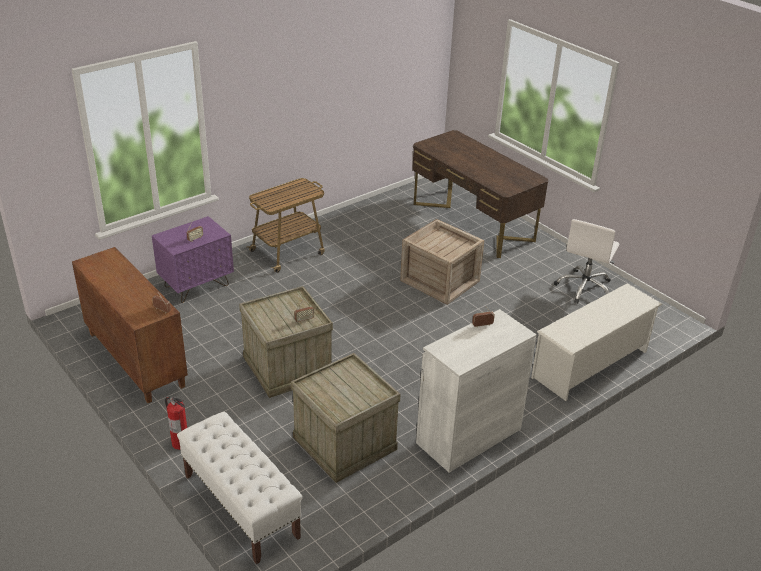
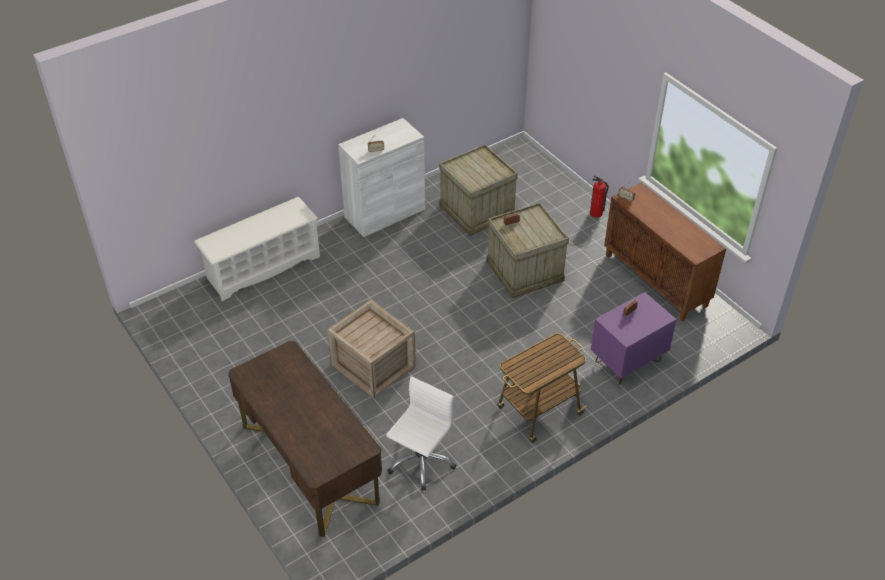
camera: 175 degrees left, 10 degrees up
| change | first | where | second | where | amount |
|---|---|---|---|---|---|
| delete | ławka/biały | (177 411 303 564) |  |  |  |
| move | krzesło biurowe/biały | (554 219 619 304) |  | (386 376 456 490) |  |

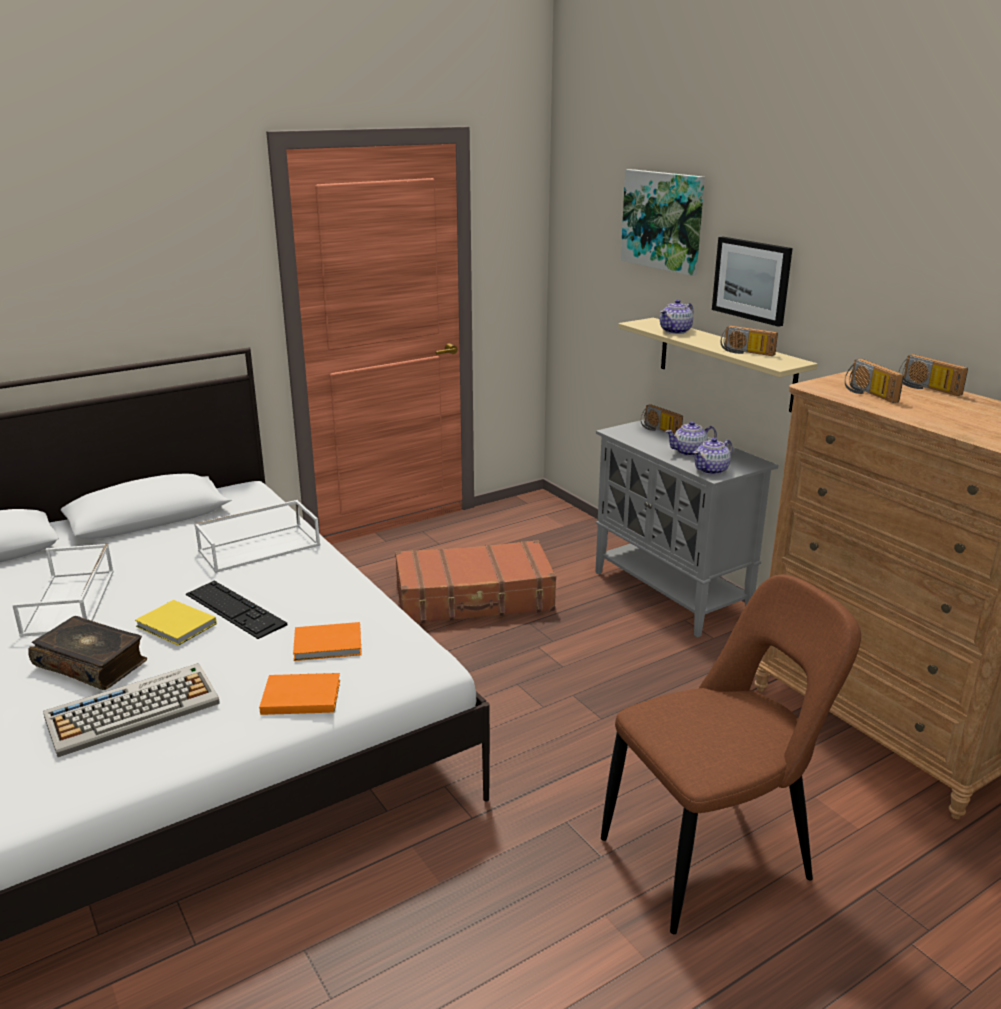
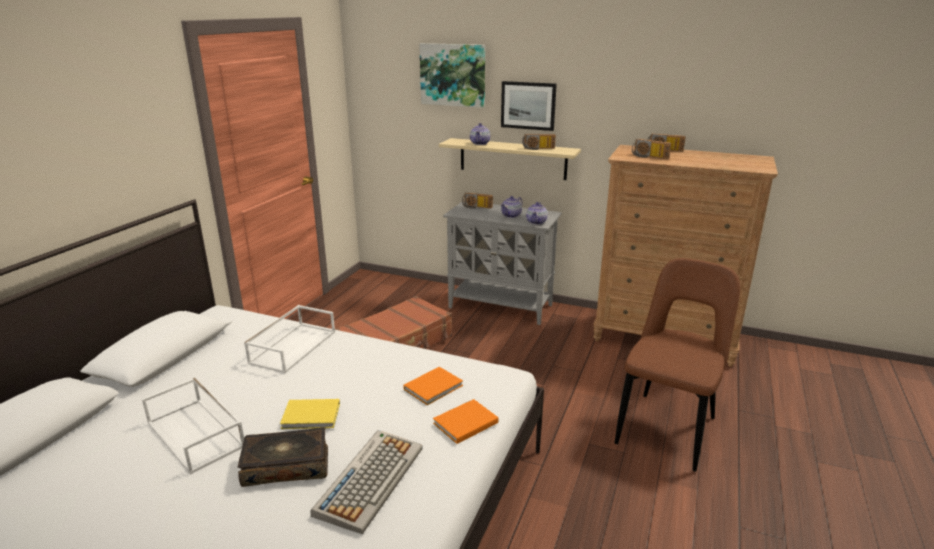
camera: 35 degrees left, 0 degrees up
| change | first | where | second | where | amount |
|---|---|---|---|---|---|
| delete | klawiatura | (186 581 287 639) |  |  |  |

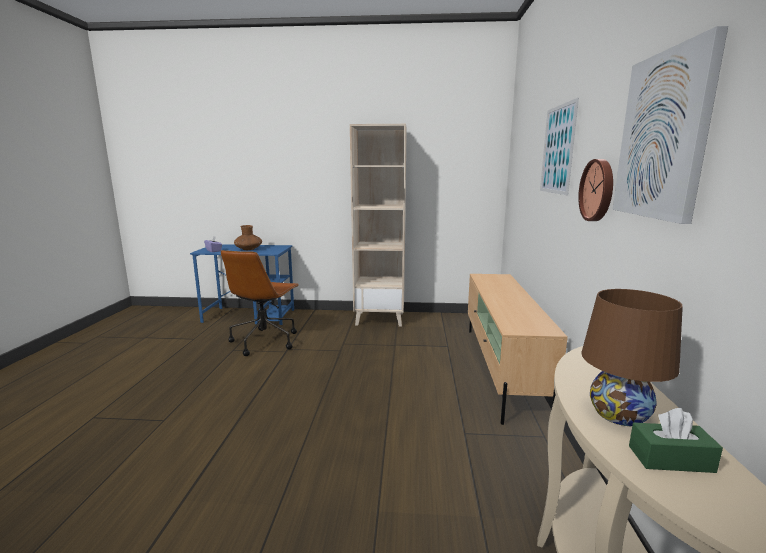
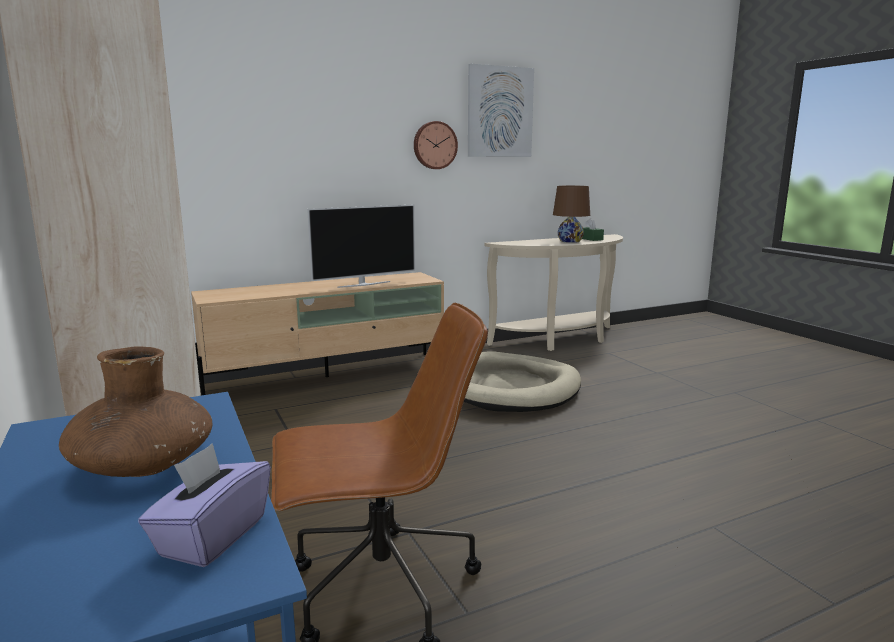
camera: 120 degrees left, 0 degrees up
| change | first | where | second | where | amount |
|---|---|---|---|---|---|
| delete | obraz | (540 98 579 195) |  |  |  |
| insert |  |  | telewizor | (307 205 415 288) |  |
| insert |  |  | legowisko/beżowy | (464 351 581 412) |  |

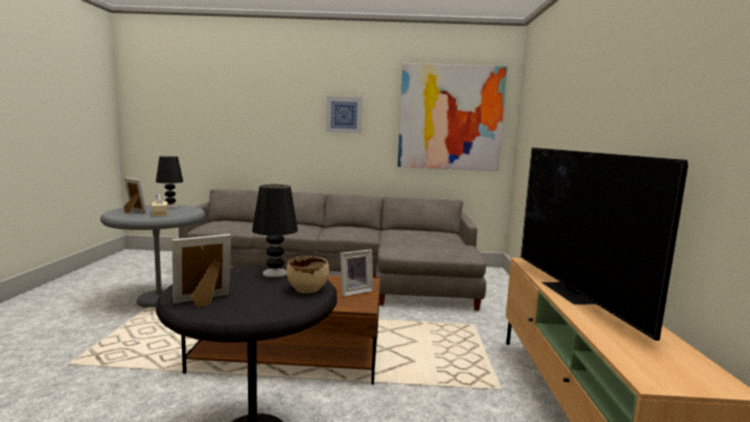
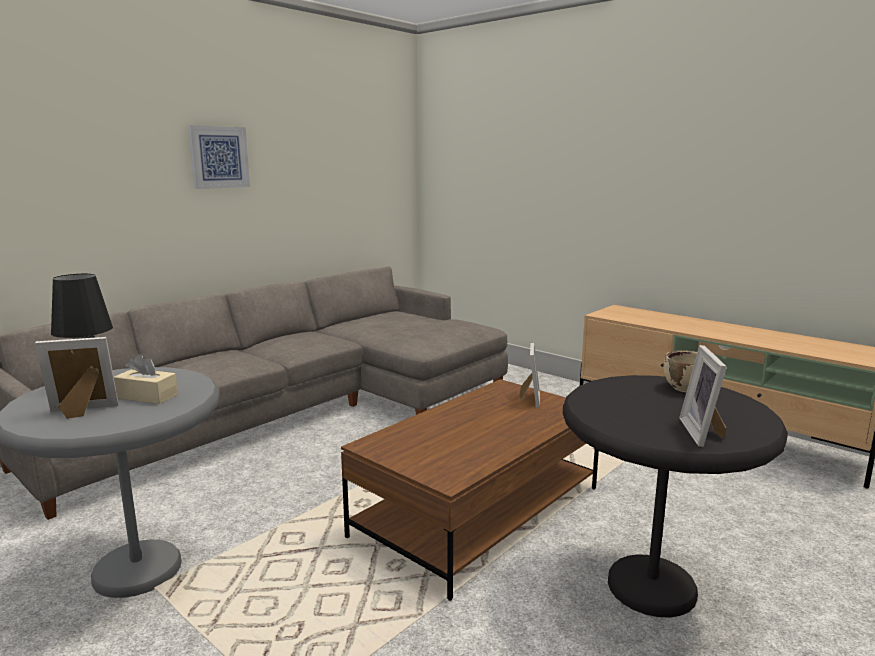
camera: 50 degrees left, 5 degrees up
| change | first | where | second | where | amount |
|---|---|---|---|---|---|
| delete | lampa stołowa/czarny | (252 185 298 278) |  |  |  |
| delete | obraz | (398 63 507 171) |  |  |  |
| delete | telewizor | (521 148 688 341) |  |  |  |

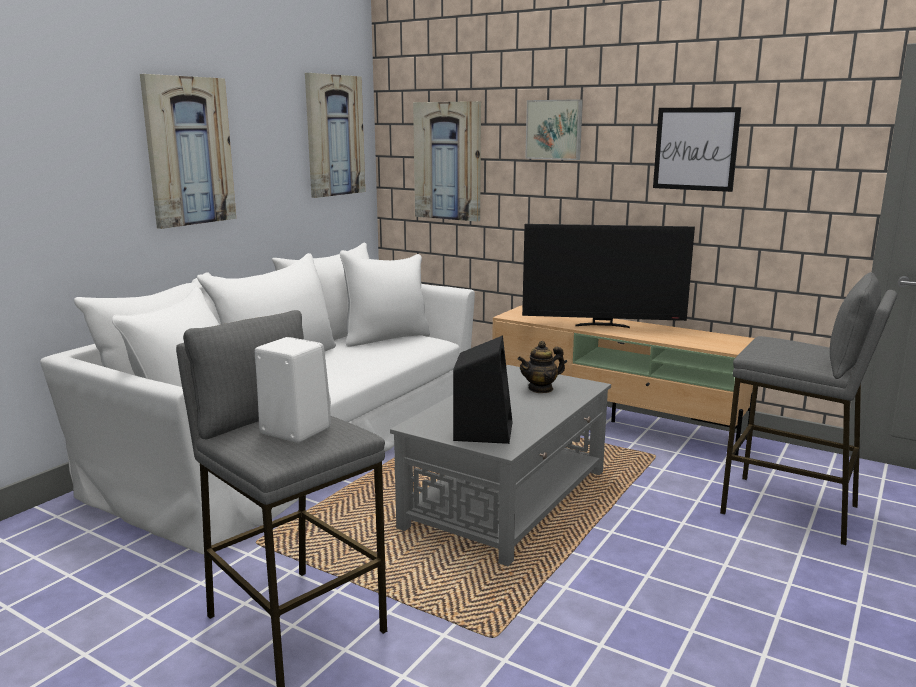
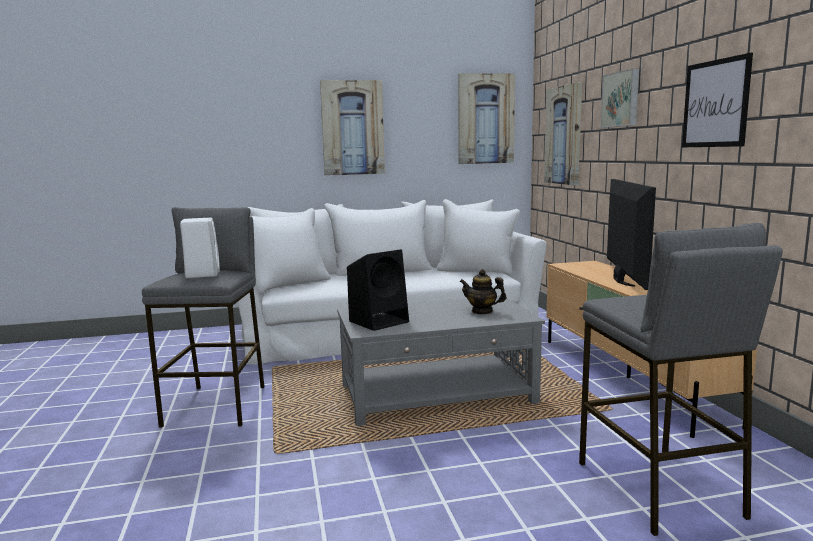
camera: 45 degrees right, 5 degrees down
| change | first | where | second | where | amount |
|---|---|---|---|---|---|
| rotate | telewizor | (522 224 695 328) |  | (607 179 656 290) | 135 degrees counterclockwise |

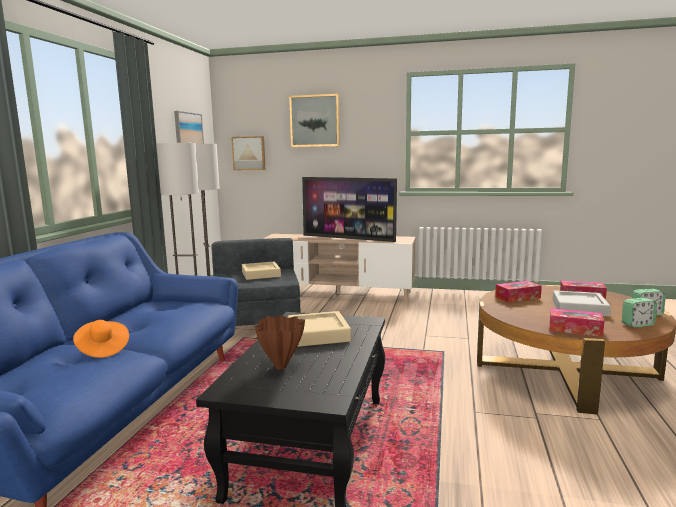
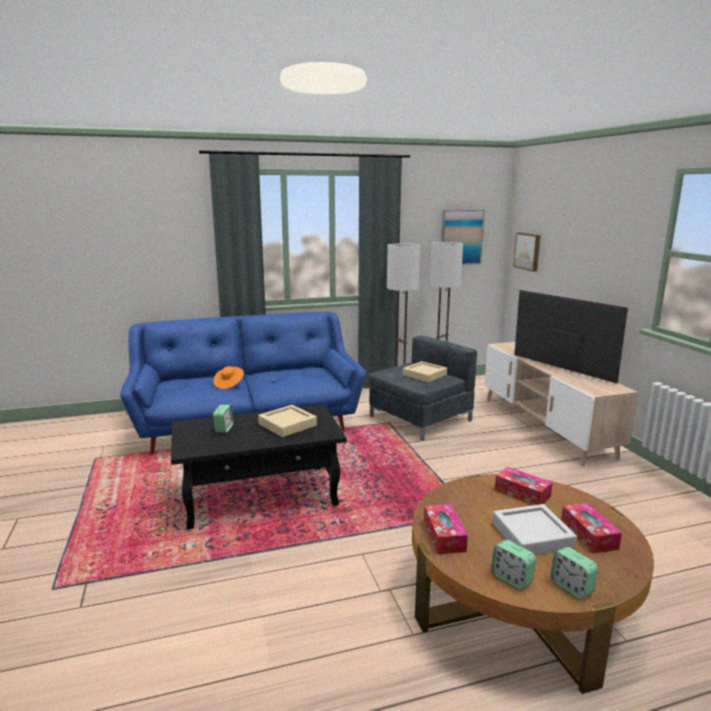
camera: 60 degrees right, 5 degrees up
| change | first | where | second | where | amount |
|---|---|---|---|---|---|
| delete | obraz | (289 94 340 147) |  |  |  |
| replace | wazon/brązowy | (255 316 305 369) | budzik | (213 405 234 433) |  |
| rotate | telewizor | (302 177 397 242) |  | (514 290 628 383) | 150 degrees clockwise |

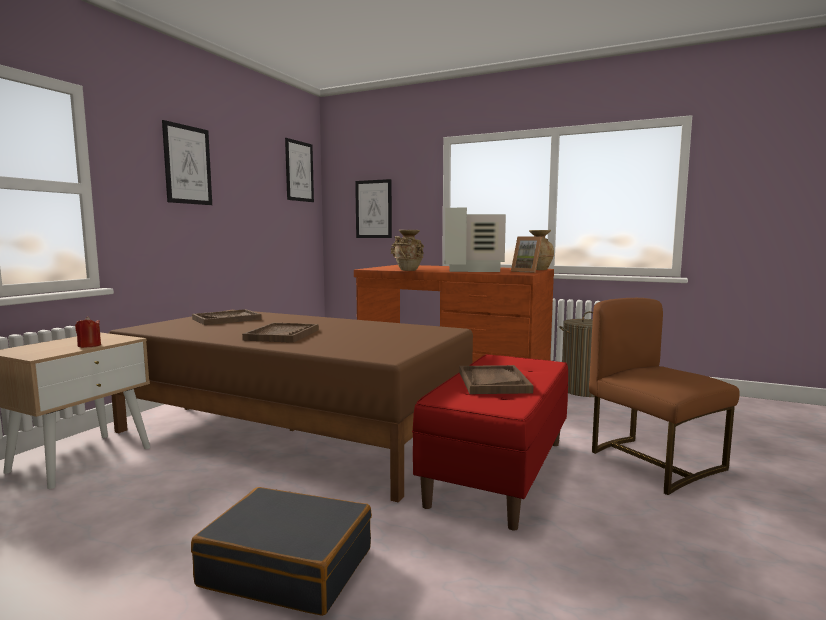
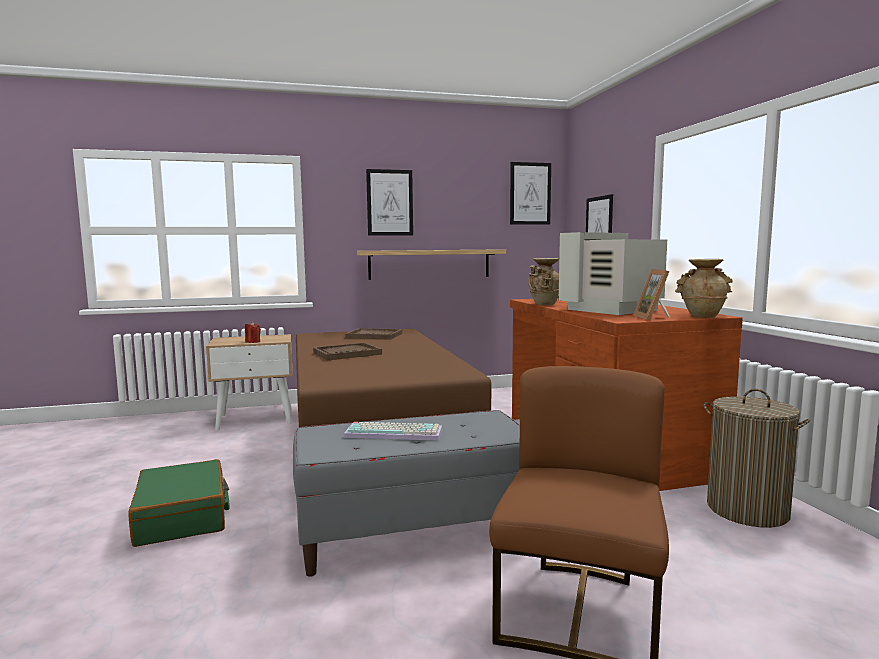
camera: 50 degrees right, 0 degrees up
| change | first | where | second | where | amount |
|---|---|---|---|---|---|
| insert |  |  | półka | (357 249 506 280) |  |
| replace | taca/brązowy | (459 365 533 394) | klawiatura | (343 422 443 441) |  |
| recolor | walizka/czarny | (191 487 372 616) | walizka/zielony | (129 459 229 547) |  |
| recolor | ławka/czerwony | (412 354 568 531) | ławka/szary | (293 410 520 577) |  |

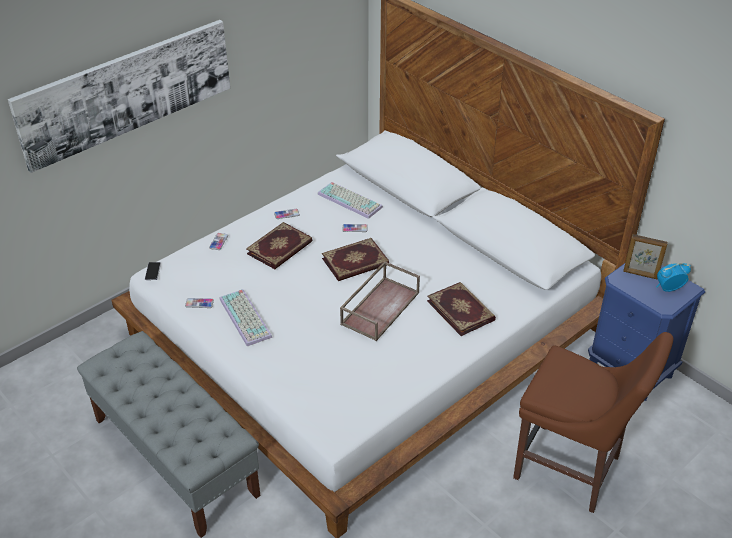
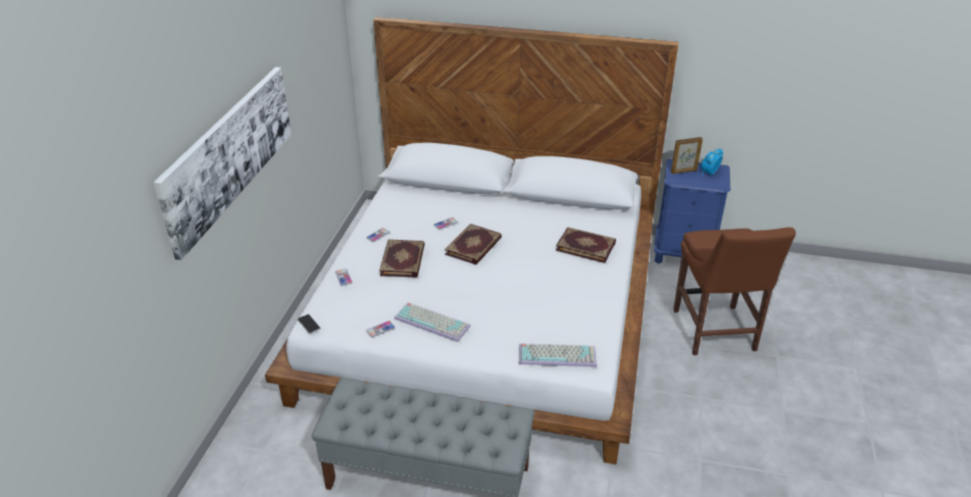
camera: 35 degrees left, 5 degrees down
| change | first | where | second | where | amount |
|---|---|---|---|---|---|
| delete | taca/brązowy | (340 261 420 341) |  |  |  |
| move | klawiatura | (317 182 383 219) |  | (519 343 597 367) |  |
| rotate | krzesło/brązowy | (513 332 673 513) |  | (673 227 796 355) | 90 degrees clockwise |

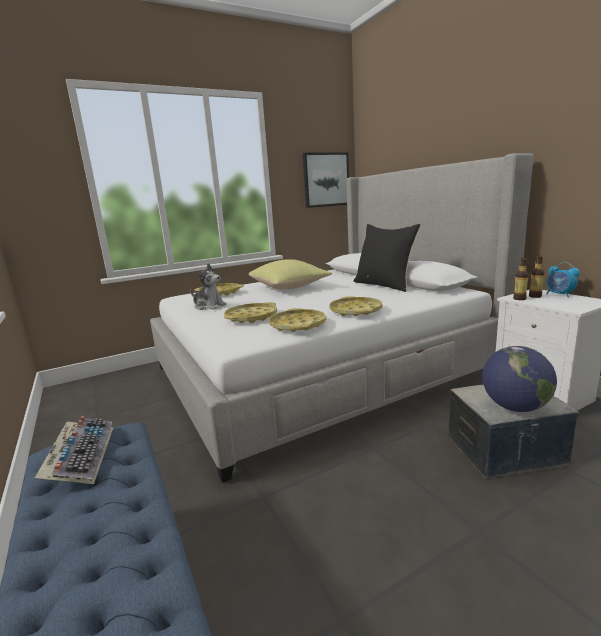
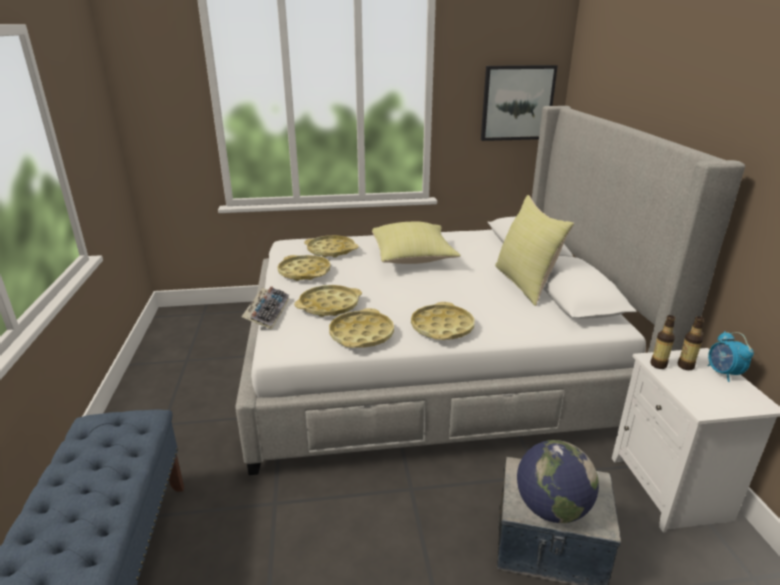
camera: 20 degrees right, 10 degrees up
| change | first | where | second | where | amount |
|---|---|---|---|---|---|
| move | klawiatura | (35 416 113 484) |  | (241 286 289 330) |  |
| replace | pluszak | (190 263 227 310) | taca/żółty | (278 255 331 281) |  |
| recolor | poduszka/czarny | (354 224 420 292) | poduszka/żółty | (495 195 574 306) |  |

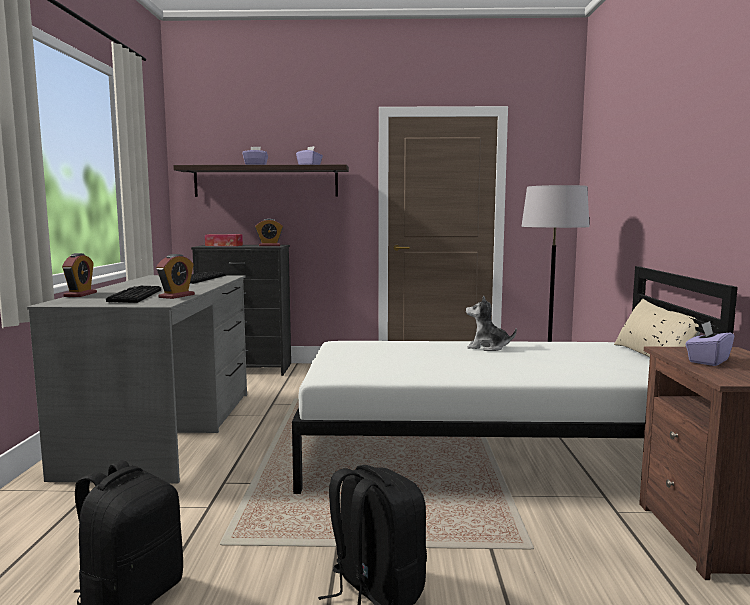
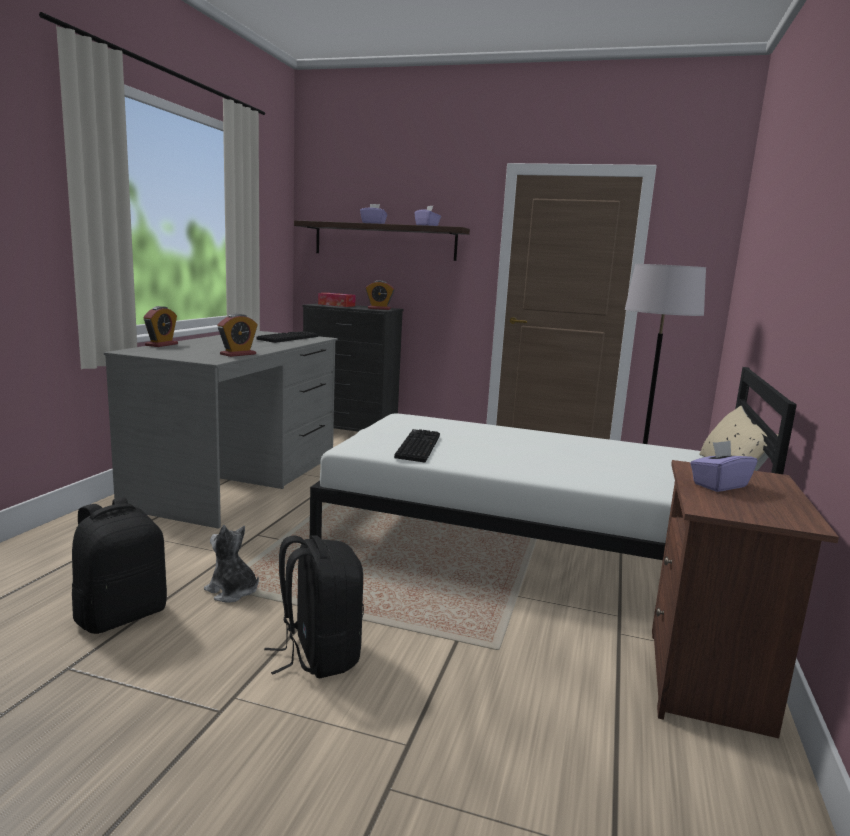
camera: 15 degrees right, 5 degrees up
| change | first | where | second | where | amount |
|---|---|---|---|---|---|
| move | klawiatura | (106 286 161 303) |  | (394 429 440 463) |  |
| move | pluszak | (466 295 517 351) |  | (204 525 259 603) |  |

